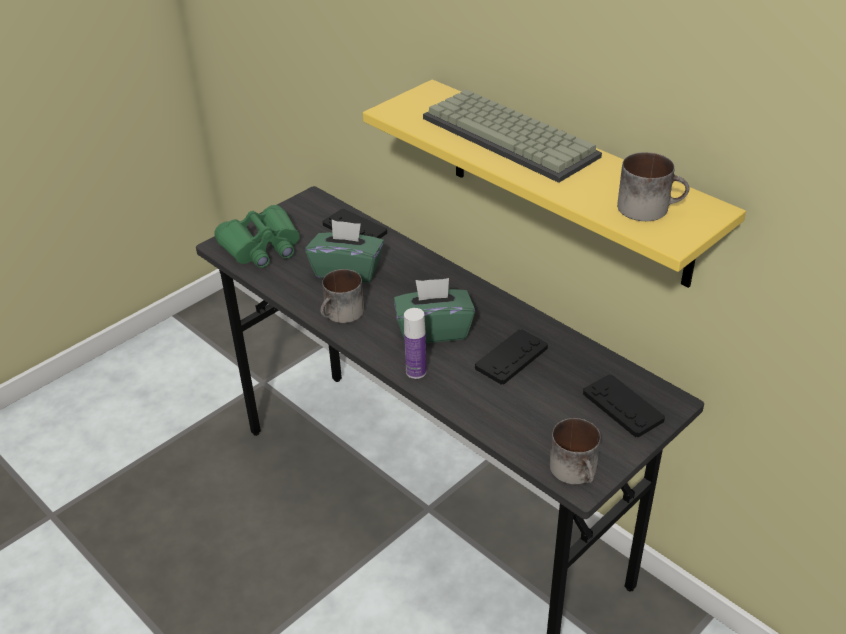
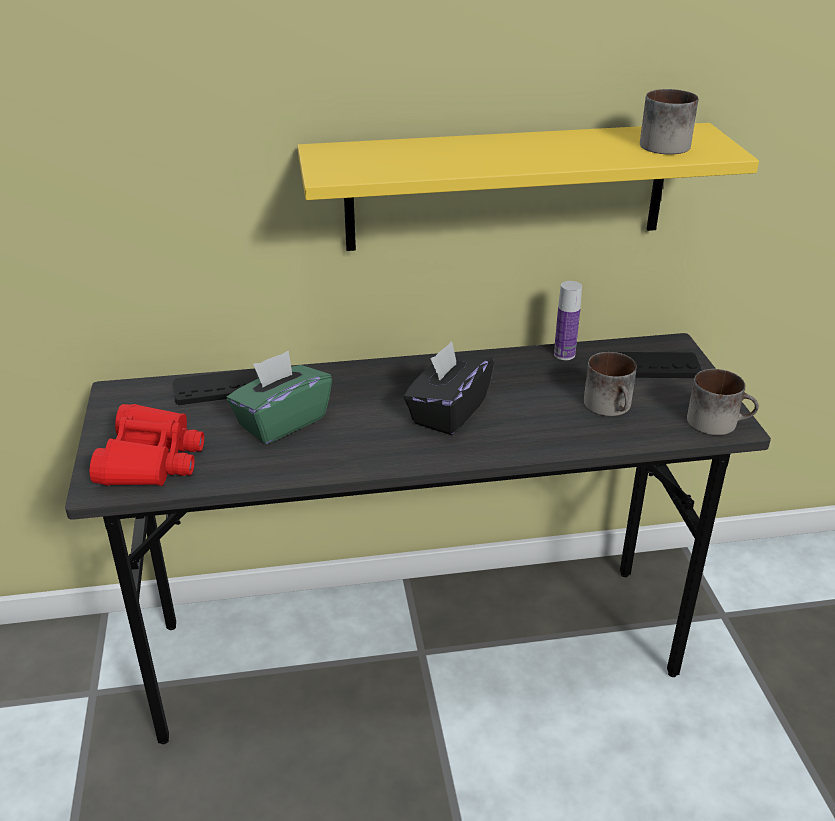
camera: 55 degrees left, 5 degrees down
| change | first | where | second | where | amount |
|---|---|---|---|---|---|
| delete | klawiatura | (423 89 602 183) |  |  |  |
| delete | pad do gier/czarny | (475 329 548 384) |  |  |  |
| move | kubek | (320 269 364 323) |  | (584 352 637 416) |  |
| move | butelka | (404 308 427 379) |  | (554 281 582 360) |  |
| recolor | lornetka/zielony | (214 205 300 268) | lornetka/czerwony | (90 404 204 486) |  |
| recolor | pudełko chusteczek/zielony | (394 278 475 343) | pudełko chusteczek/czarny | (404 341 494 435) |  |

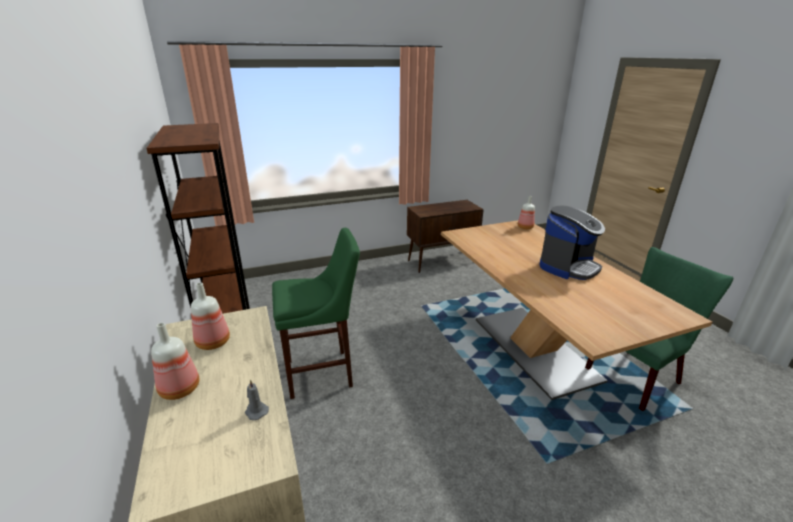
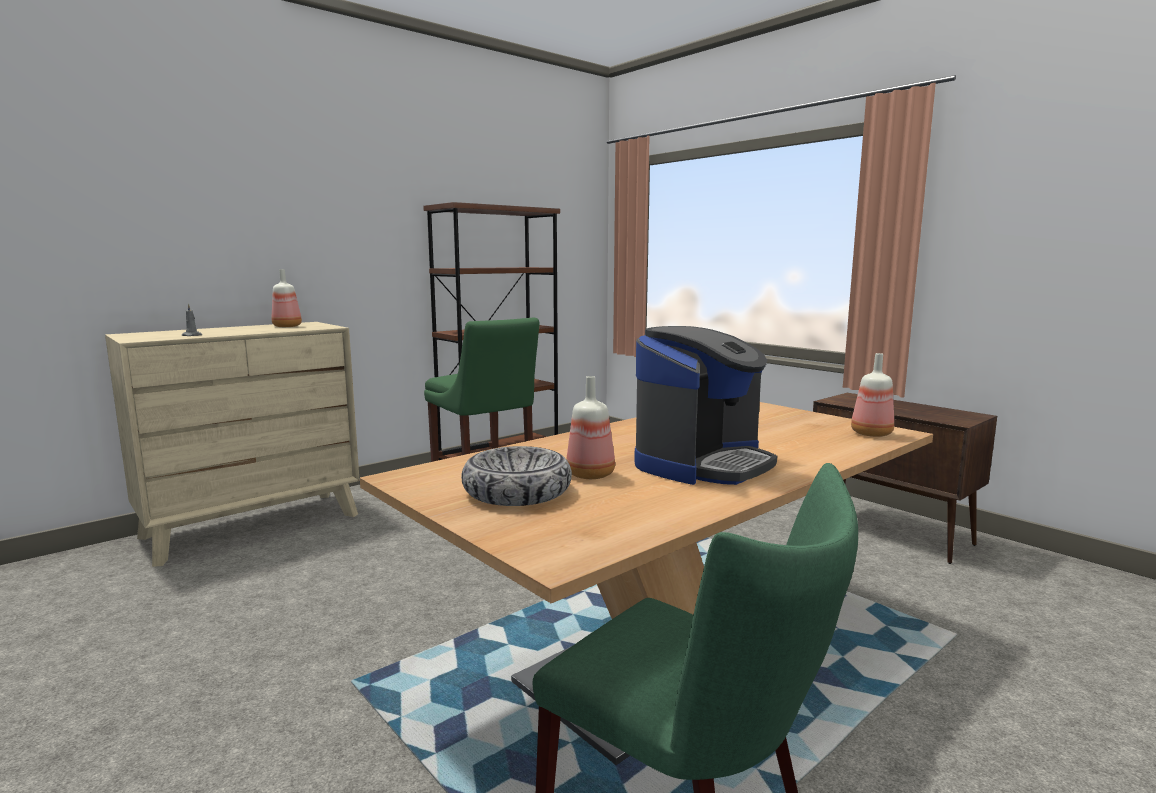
camera: 70 degrees right, 15 degrees down
| change | first | where | second | where | amount |
|---|---|---|---|---|---|
| insert |  |  | miska | (461 446 572 506) |  |
| move | butelka | (151 323 199 400) |  | (566 376 615 479) |  |
| rotate | ekspres do kawy | (540 206 605 280) |  | (635 326 777 485) | 75 degrees counterclockwise |

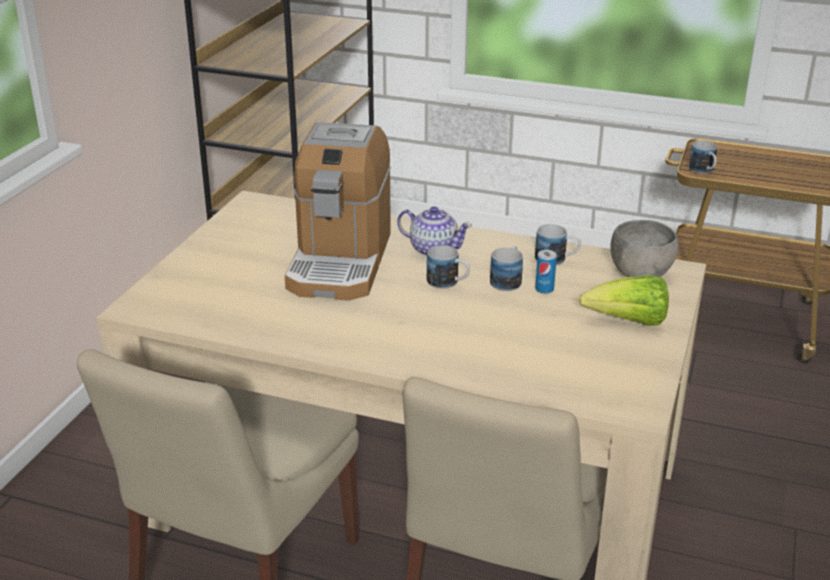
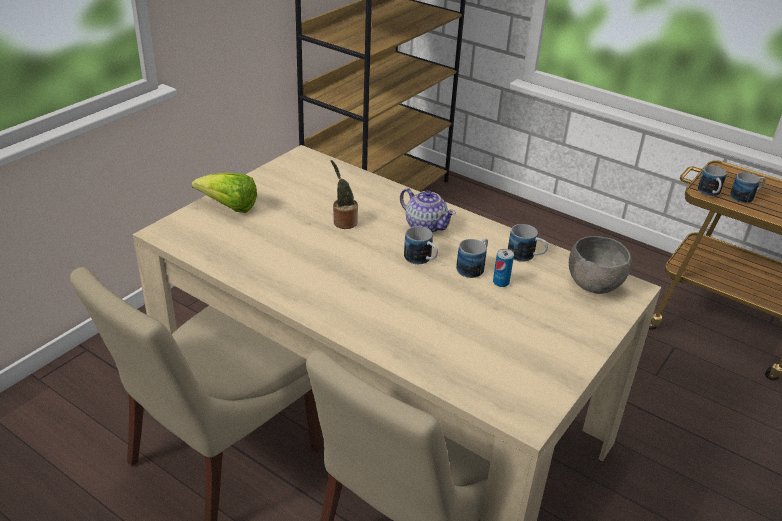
camera: 15 degrees right, 5 degrees up
| change | first | where | second | where | amount |
|---|---|---|---|---|---|
| insert |  |  | kubek | (730 172 766 203) |  |
| move | sałata | (579 275 669 326) |  | (192 173 257 213) |  |
| replace | ekspres do kawy | (285 122 391 301) | roślina doniczkowa | (331 160 358 229) |  |

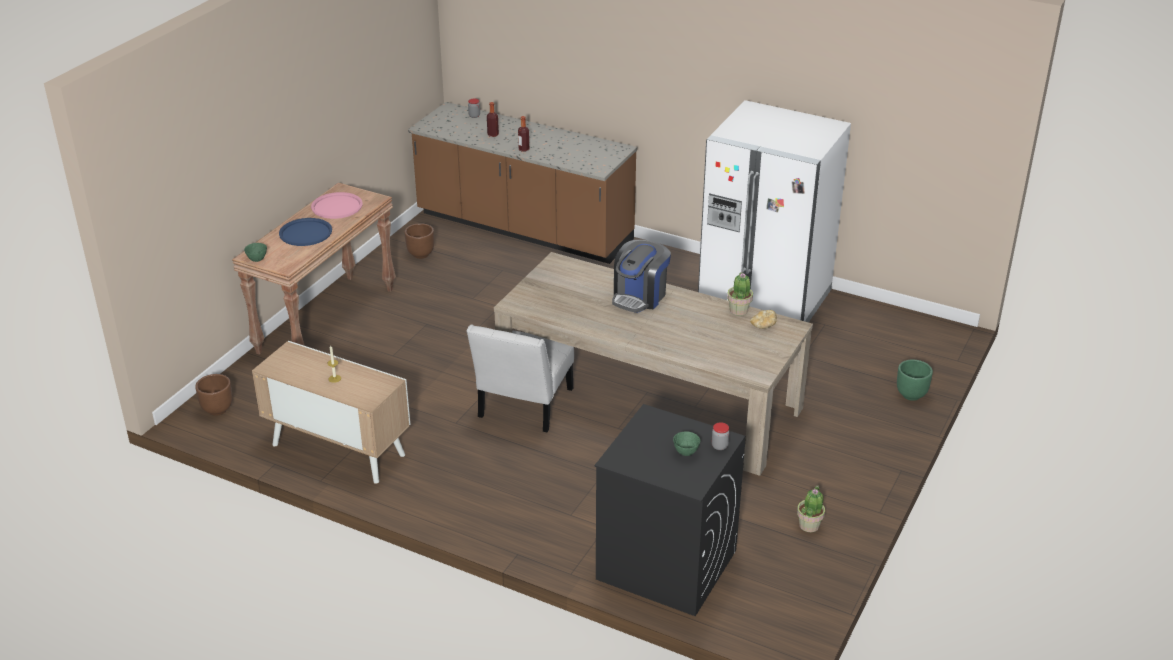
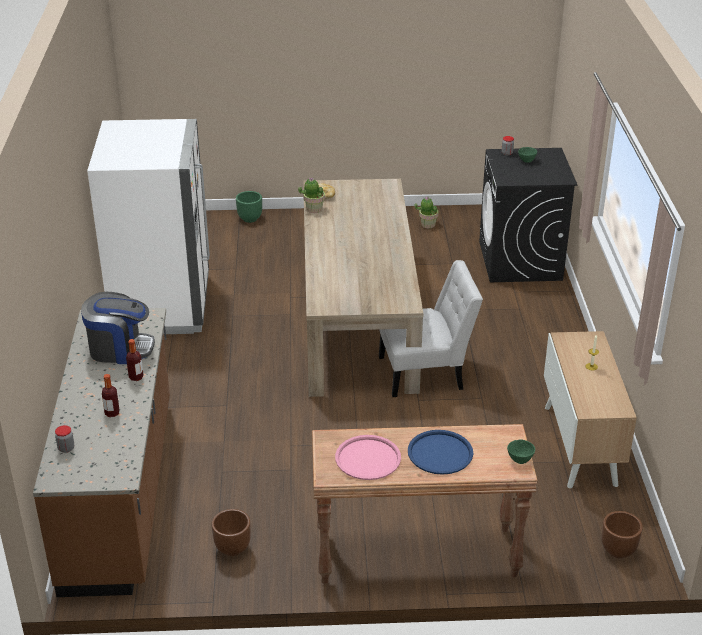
camera: 120 degrees left, 0 degrees up
| change | first | where | second | where | amount |
|---|---|---|---|---|---|
| move | ekspres do kawy | (612 240 671 313) |  | (81 292 155 364) |  |

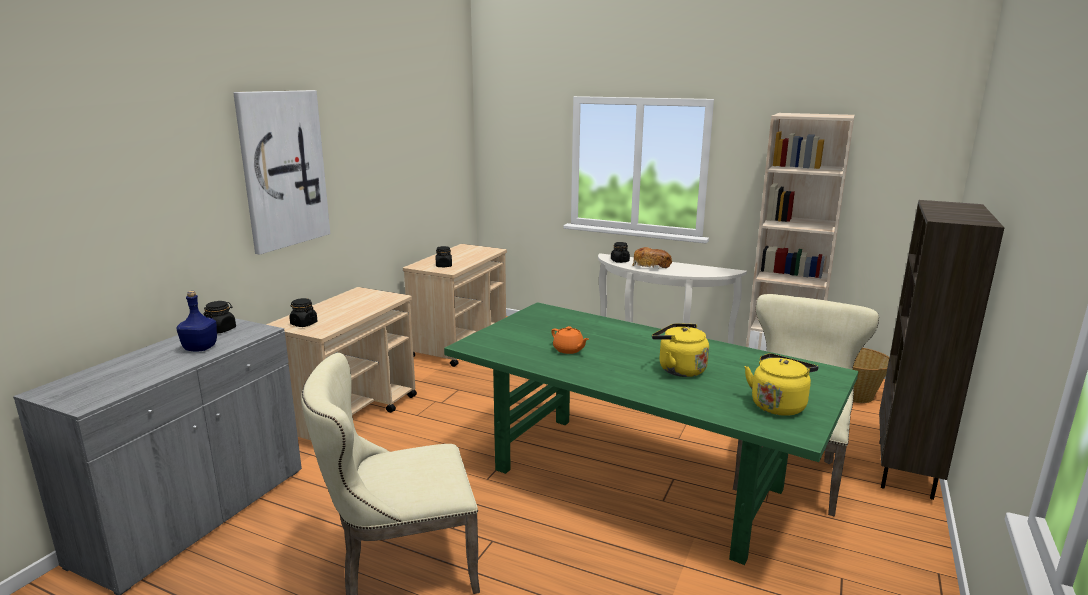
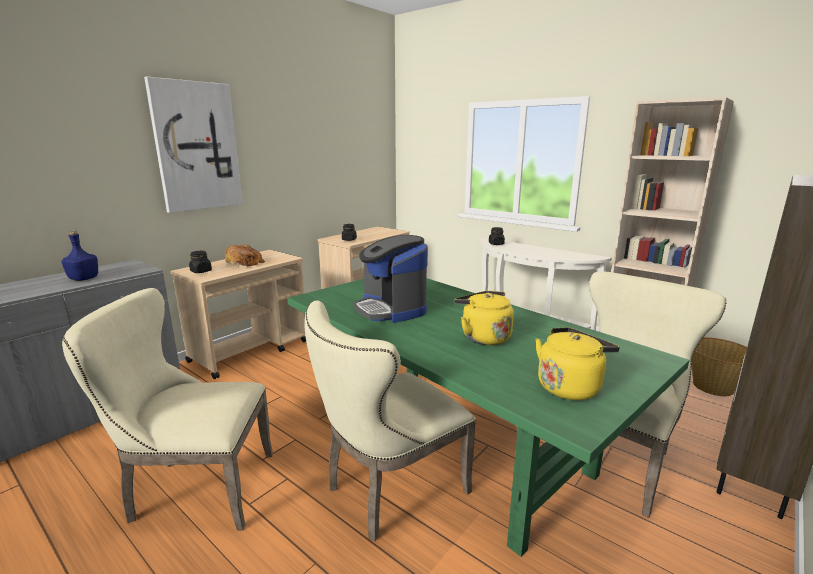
camera: 15 degrees right, 0 degrees up
| change | first | where | second | where | amount |
|---|---|---|---|---|---|
| delete | słoik/czarny | (203 301 236 333) |  |  |  |
| insert |  |  | krzesło/beżowy | (304 300 476 541) |  |
| move | chleb | (632 247 672 269) |  | (225 245 265 266) |  |
| replace | imbryk/pomarańczowy | (551 326 589 354) | ekspres do kawy | (353 235 428 323) |  |

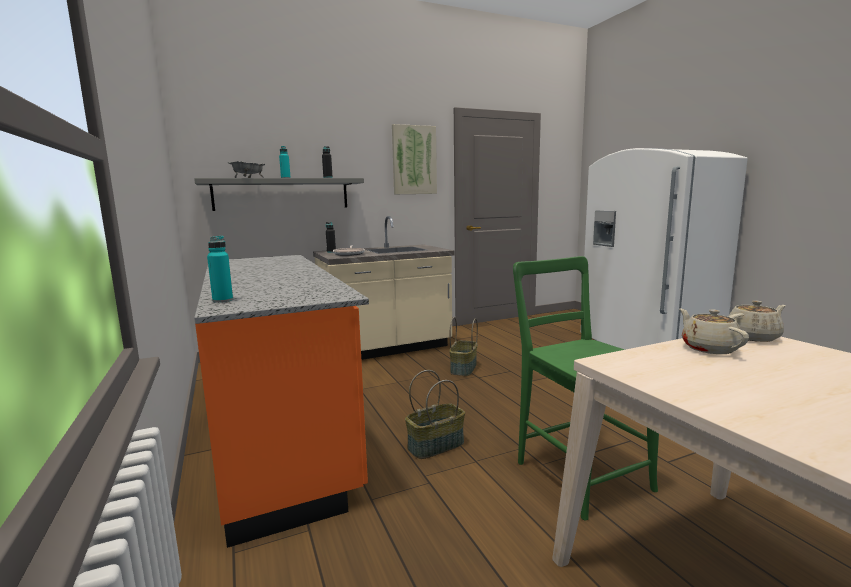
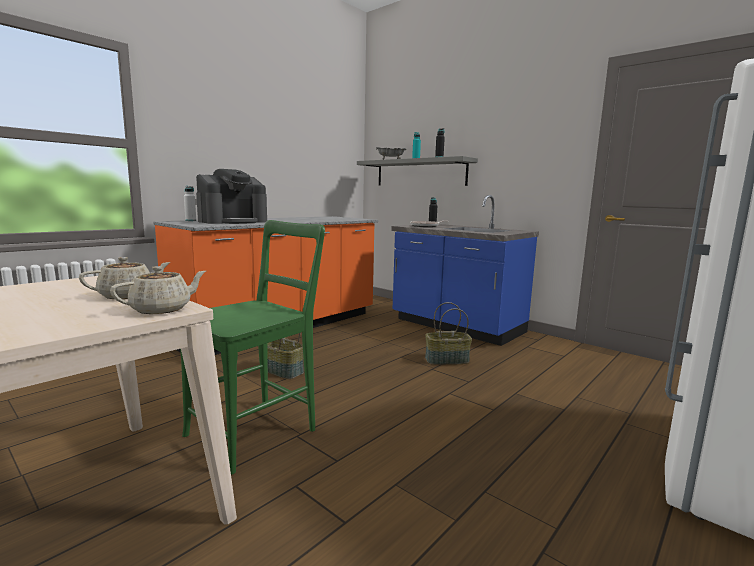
camera: 65 degrees right, 0 degrees up
| change | first | where | second | where | amount |
|---|---|---|---|---|---|
| delete | obraz | (392 124 437 194) |  |  |  |
| insert |  |  | ekspres do kawy | (196 169 267 224) |  |
| recolor | butelka/turkusowy | (207 236 233 303) | butelka/biały | (184 186 196 221) |  |
| recolor | zabudowa kuchenna/beżowy | (313 216 455 360) | zabudowa kuchenna/niebieski | (391 195 539 346) |  |
| rotate | imbryk/beżowy | (728 300 786 342) |  | (110 266 206 314) | 90 degrees counterclockwise |

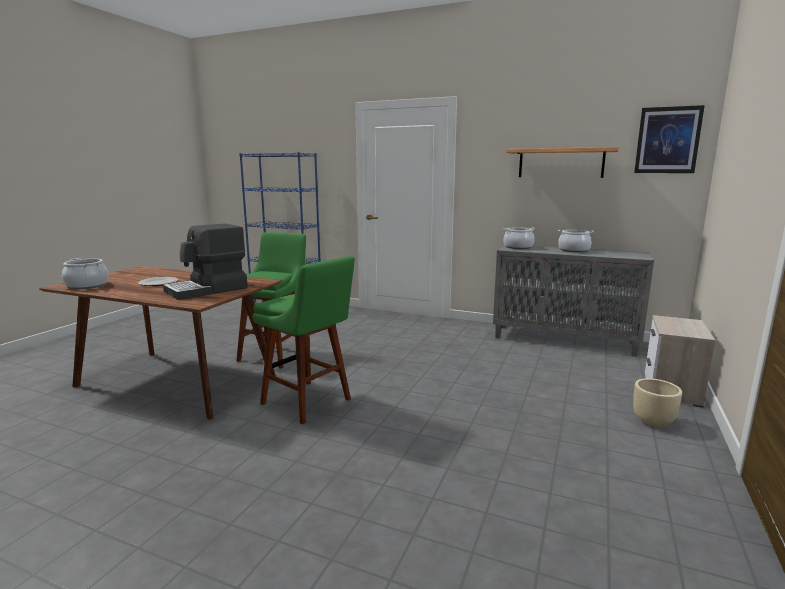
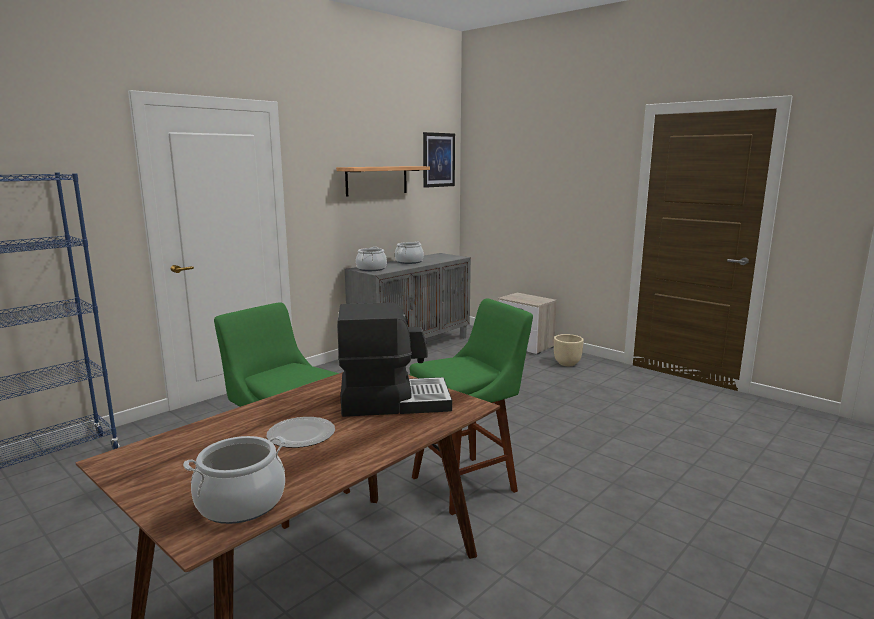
camera: 70 degrees left, 0 degrees up
| change | first | where | second | where | amount |
|---|---|---|---|---|---|
| rotate | ekspres do kawy | (163 223 248 300) |  | (337 302 452 417) | 75 degrees counterclockwise |

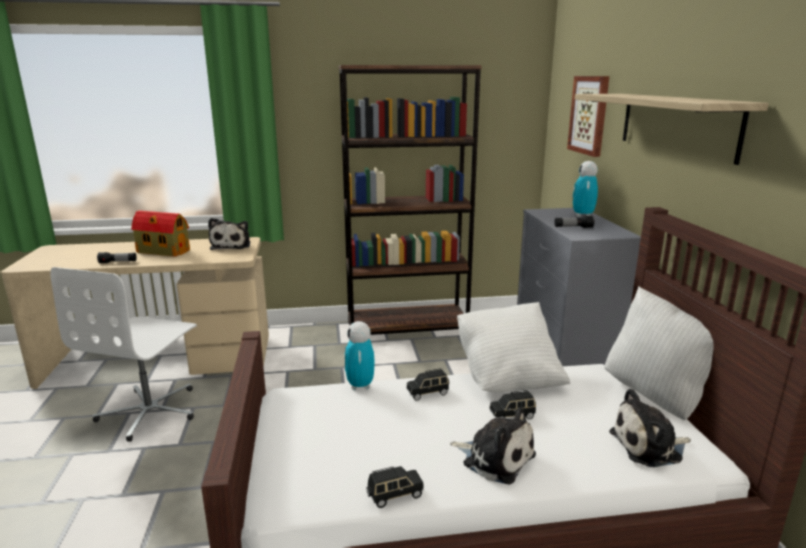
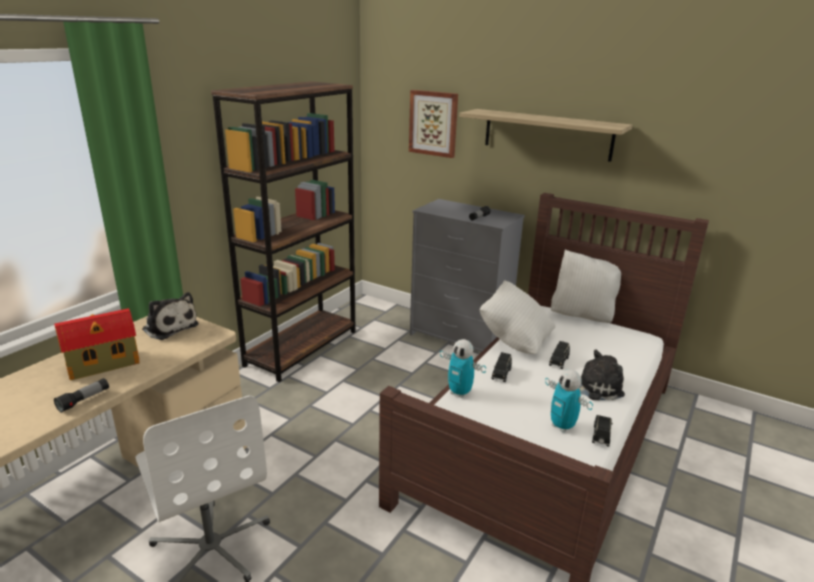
camera: 50 degrees left, 5 degrees up
| change | first | where | second | where | amount |
|---|---|---|---|---|---|
| delete | pluszak | (609 389 691 467) |  |  |  |
| move | robot zabawkowy | (572 161 598 217) |  | (545 369 593 433) |  |

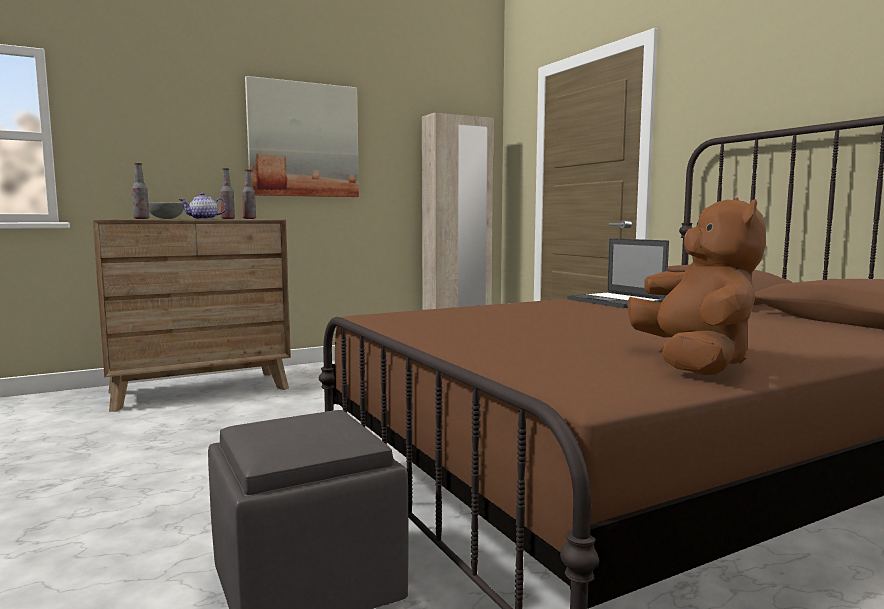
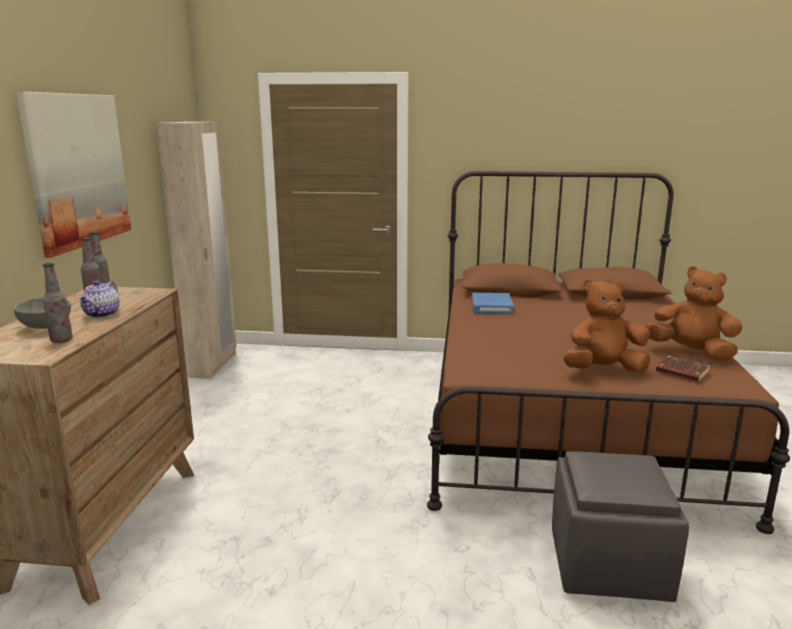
camera: 55 degrees left, 10 degrees up
| change | first | where | second | where | amount |
|---|---|---|---|---|---|
| insert |  |  | pluszak/brązowy | (564 279 650 373) |  |
| insert |  |  | książka/brązowy | (656 356 710 382) |  |
| replace | laptop | (567 238 669 308) | książka/niebieski | (471 293 514 314) |  |

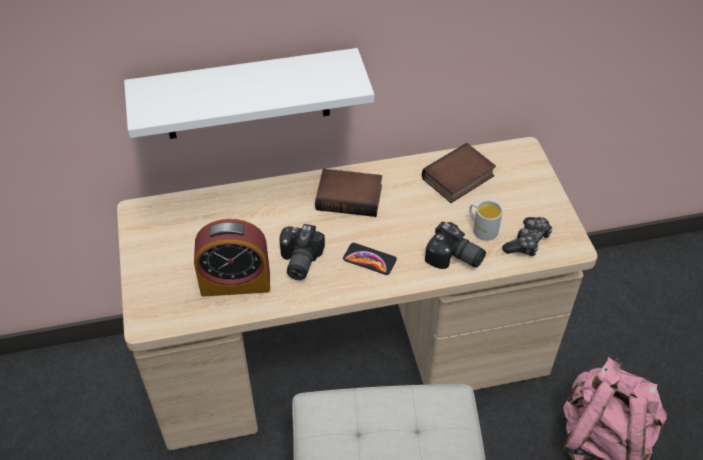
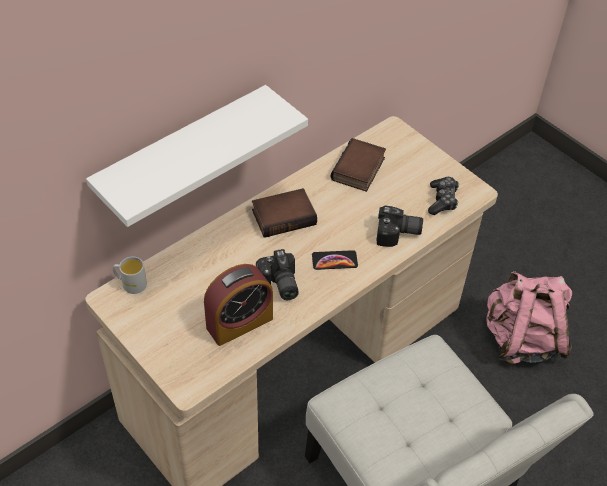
camera: 30 degrees left, 0 degrees up
| change | first | where | second | where | amount |
|---|---|---|---|---|---|
| move | kubek/biały | (469 200 503 241) |  | (113 256 147 294) |  |

